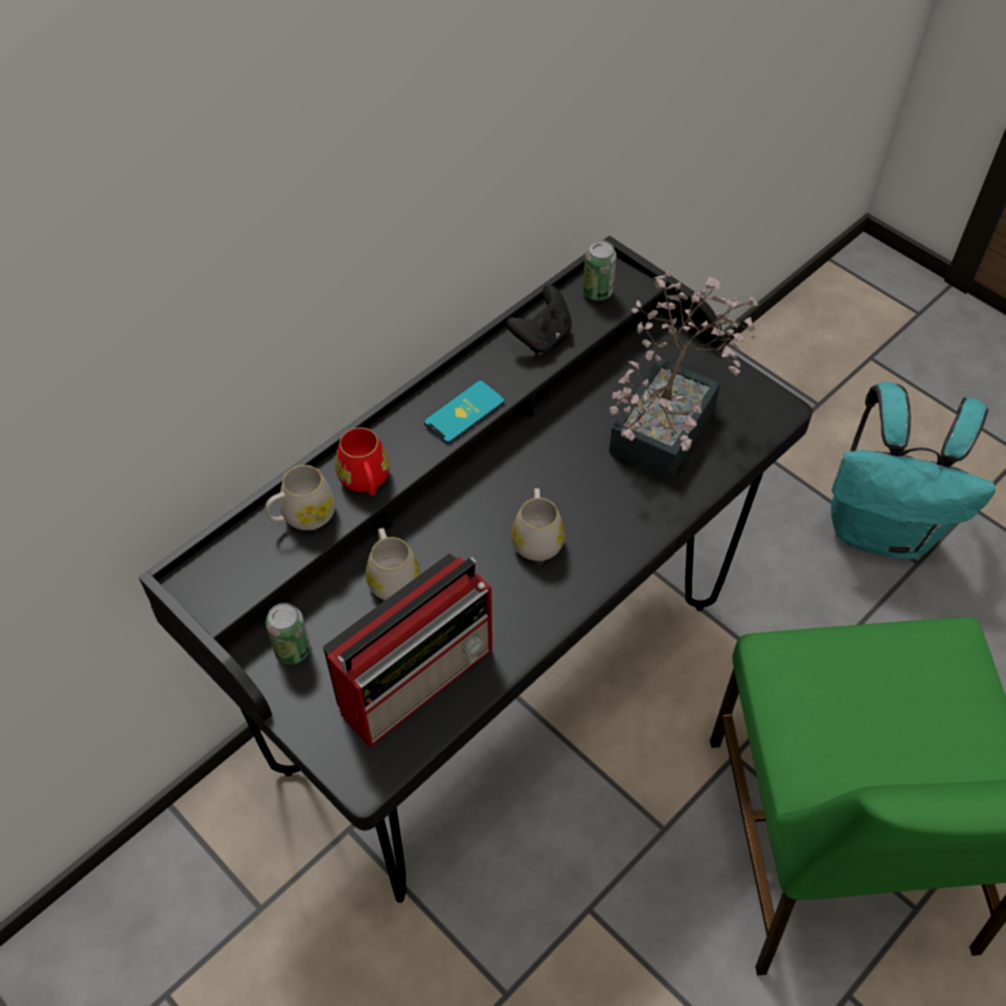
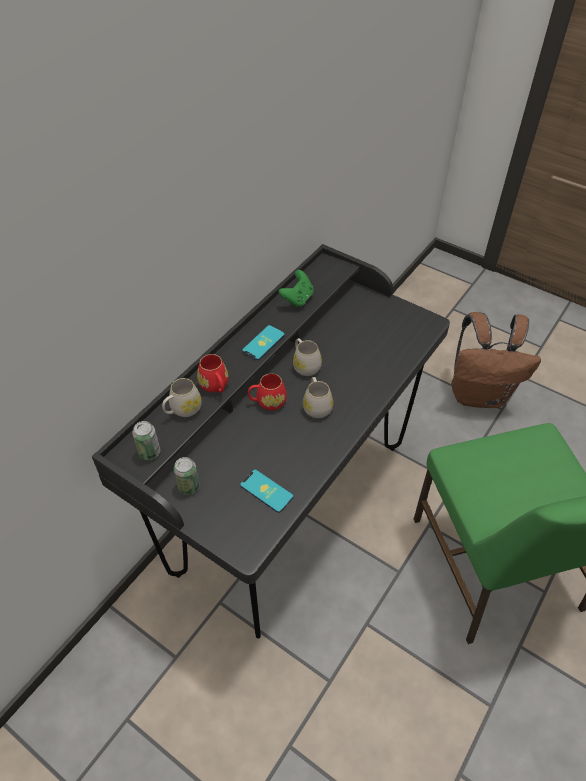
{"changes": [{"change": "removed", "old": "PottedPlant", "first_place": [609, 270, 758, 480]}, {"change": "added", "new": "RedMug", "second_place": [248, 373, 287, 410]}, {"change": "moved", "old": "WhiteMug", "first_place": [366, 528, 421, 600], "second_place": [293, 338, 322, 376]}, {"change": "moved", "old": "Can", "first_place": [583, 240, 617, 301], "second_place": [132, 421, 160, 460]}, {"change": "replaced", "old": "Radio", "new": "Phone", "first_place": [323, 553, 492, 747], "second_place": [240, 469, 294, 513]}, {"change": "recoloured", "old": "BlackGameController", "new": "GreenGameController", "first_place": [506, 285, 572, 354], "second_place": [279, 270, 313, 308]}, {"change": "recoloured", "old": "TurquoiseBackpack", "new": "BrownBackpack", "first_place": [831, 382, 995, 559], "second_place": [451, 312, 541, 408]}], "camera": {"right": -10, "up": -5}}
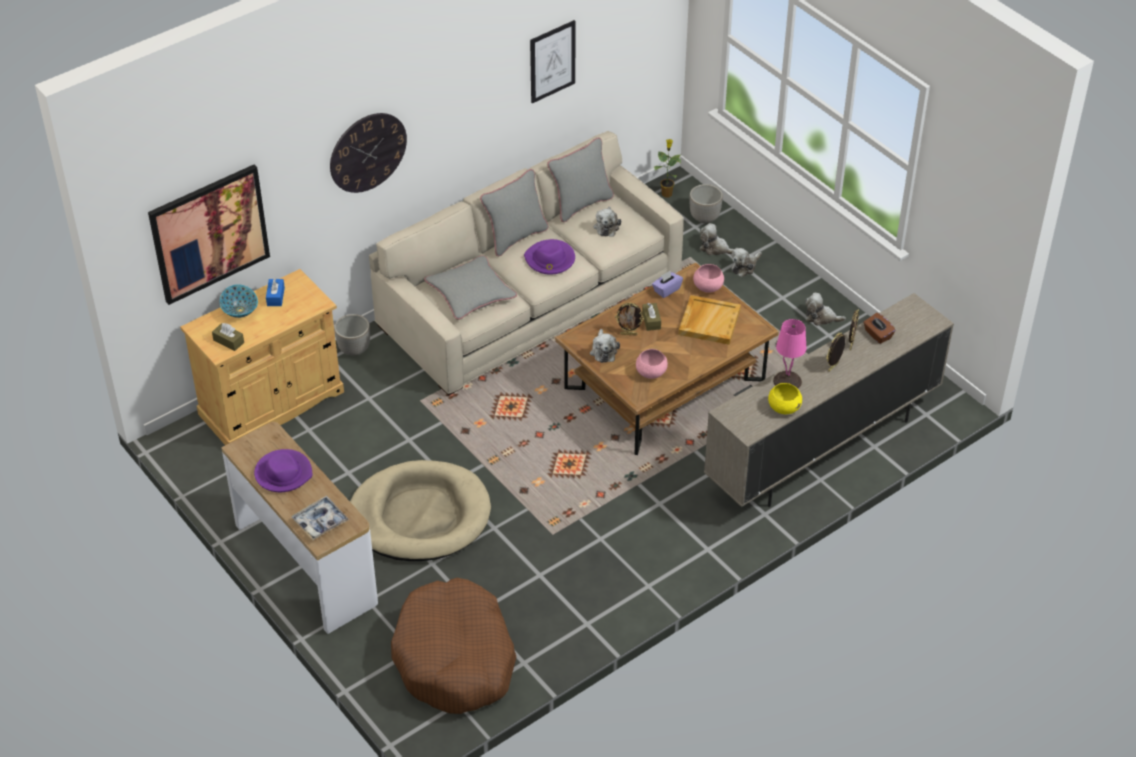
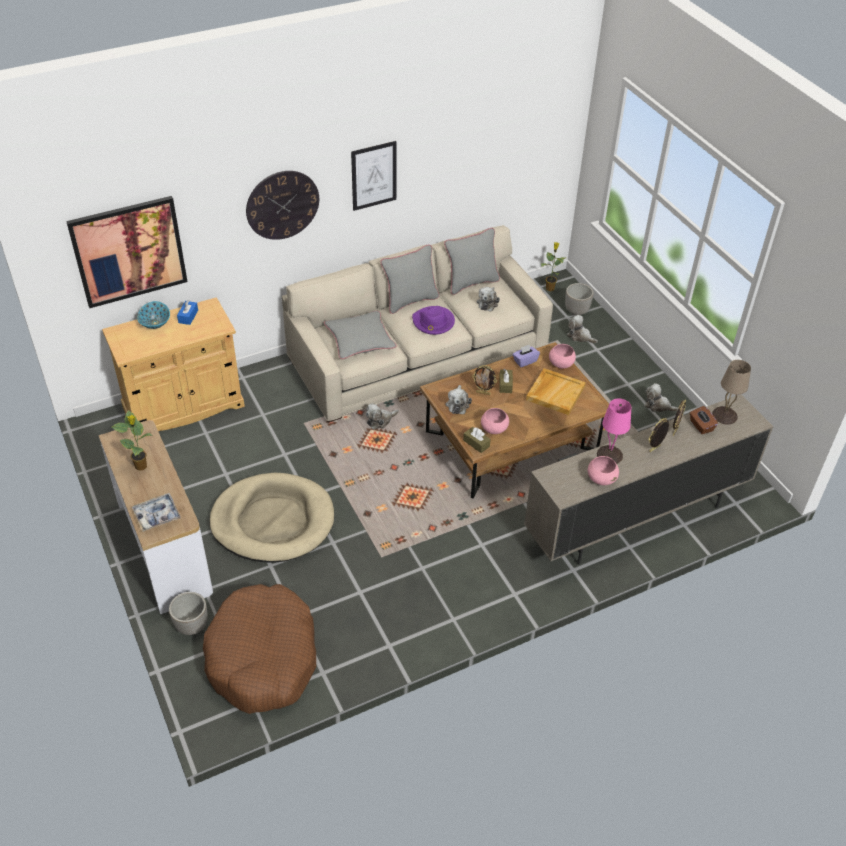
{"changes": [{"change": "added", "new": "BeigeTableLamp", "second_place": [712, 360, 751, 424]}, {"change": "moved", "old": "BrownTissueBox", "first_place": [212, 323, 244, 351], "second_place": [463, 427, 491, 453]}, {"change": "moved", "old": "Planter", "first_place": [334, 314, 370, 356], "second_place": [169, 592, 208, 635]}, {"change": "moved", "old": "Picture", "first_place": [530, 20, 575, 103], "second_place": [351, 141, 397, 211]}, {"change": "moved", "old": "PlushToy", "first_place": [731, 248, 762, 277], "second_place": [366, 403, 399, 430]}, {"change": "replaced", "old": "PurpleHat", "new": "PottedPlant", "first_place": [254, 449, 312, 492], "second_place": [112, 410, 153, 471]}, {"change": "recoloured", "old": "YellowBowl", "new": "PinkBowl", "first_place": [768, 383, 802, 414], "second_place": [588, 456, 619, 485]}], "camera": {"right": 10, "up": 0}}
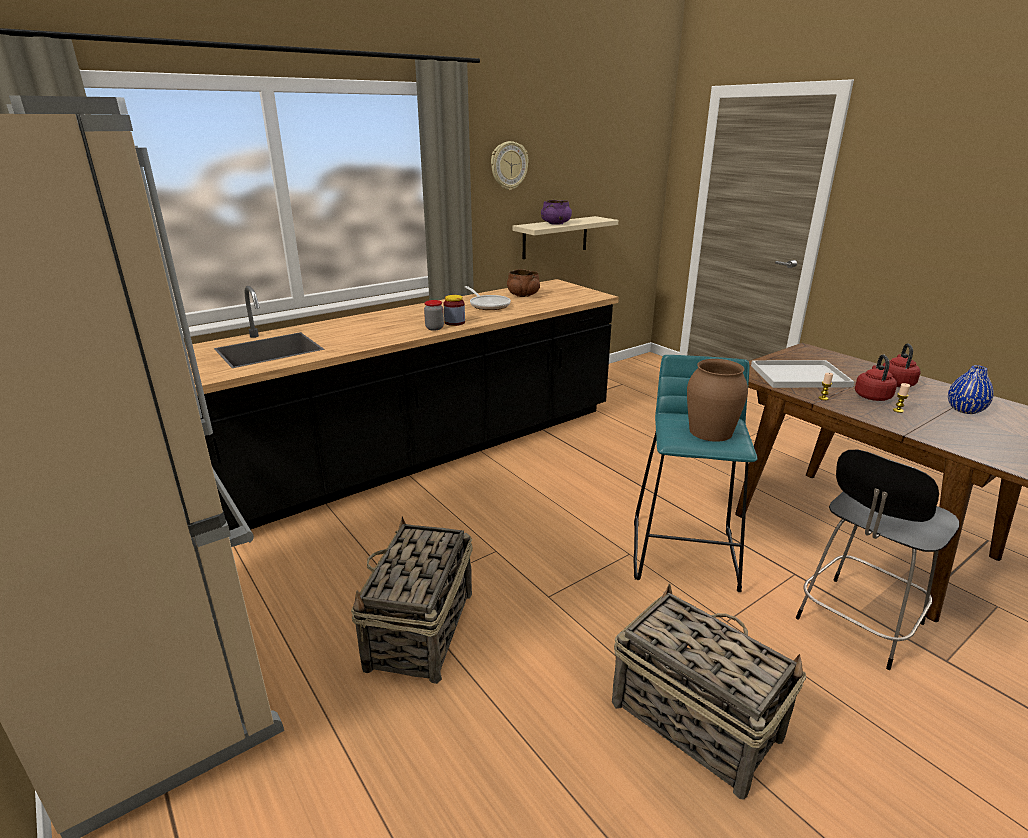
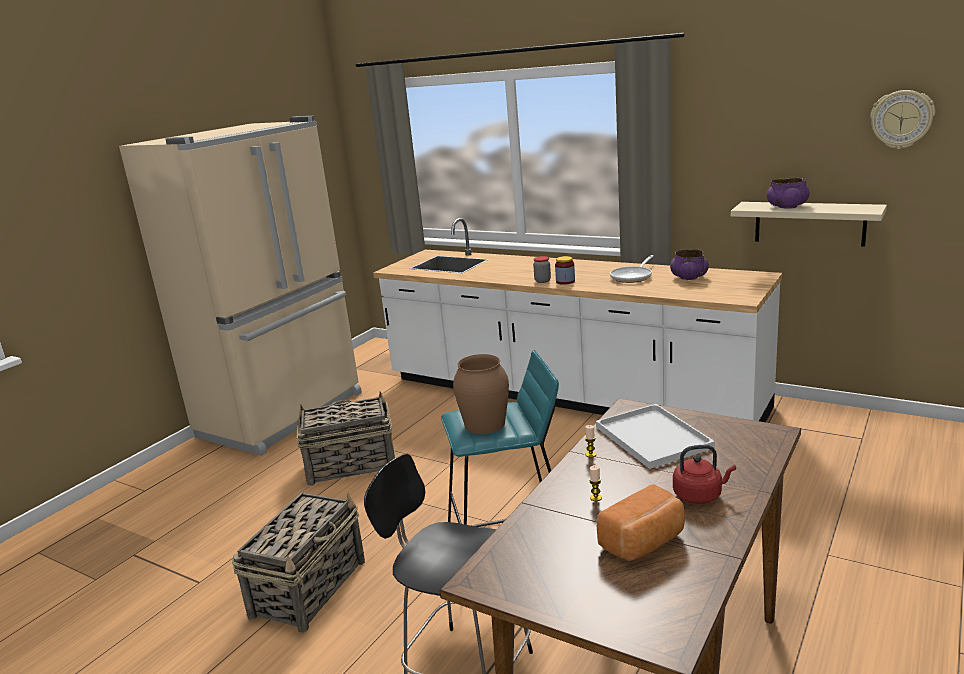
{"changes": [{"change": "removed", "old": "RedKettle", "first_place": [855, 355, 897, 401]}, {"change": "moved", "old": "WallClock", "first_place": [491, 141, 528, 190], "second_place": [870, 90, 935, 149]}, {"change": "replaced", "old": "BlueVase", "new": "Bread", "first_place": [948, 365, 994, 414], "second_place": [597, 484, 685, 561]}, {"change": "recoloured", "old": "BlackCounter", "new": "WhiteCounter", "first_place": [185, 279, 619, 530], "second_place": [373, 218, 782, 422]}, {"change": "recoloured", "old": "BrownBowl", "new": "PurpleBowl", "first_place": [507, 269, 540, 297], "second_place": [670, 249, 709, 280]}], "camera": {"right": 70, "up": -5}}
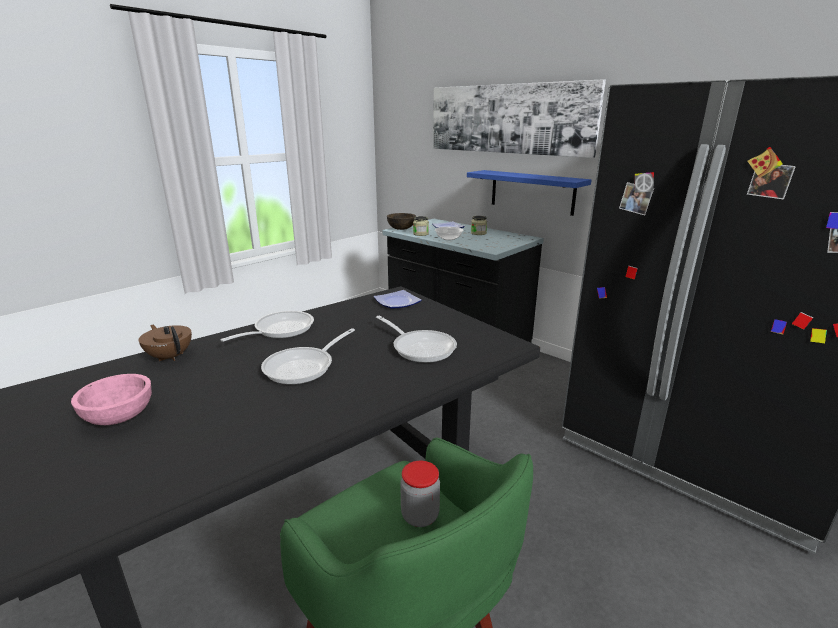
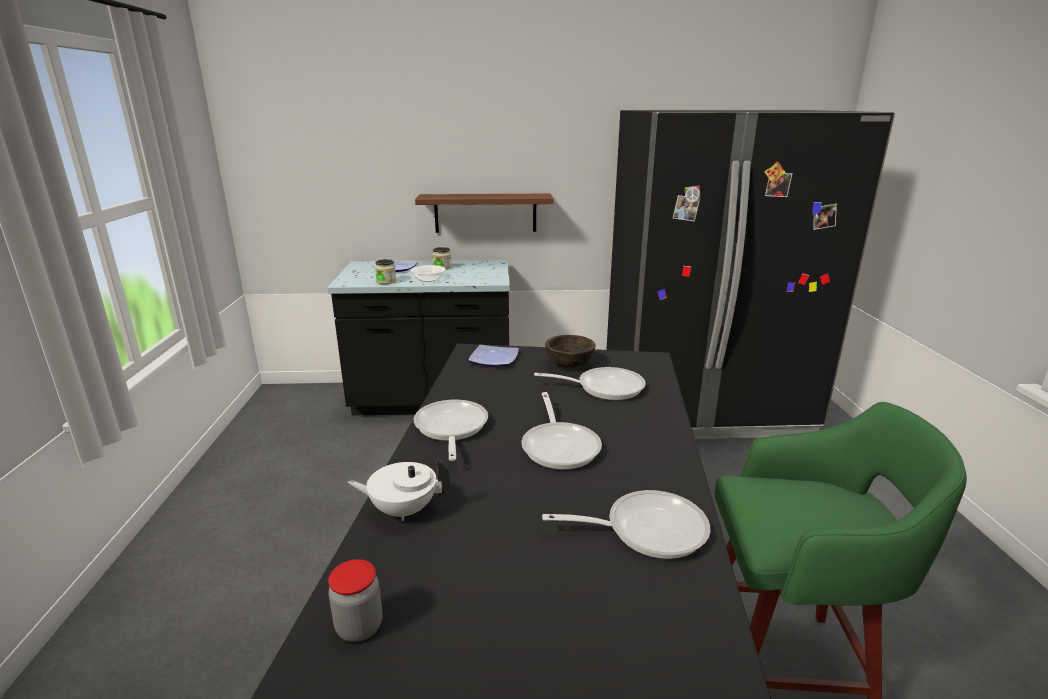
{"changes": [{"change": "removed", "old": "PinkBowl", "first_place": [71, 374, 152, 425]}, {"change": "removed", "old": "Picture", "first_place": [433, 79, 606, 158]}, {"change": "added", "new": "FryingPan", "second_place": [542, 490, 711, 559]}, {"change": "moved", "old": "BrownBowl", "first_place": [387, 213, 416, 230], "second_place": [545, 335, 596, 368]}, {"change": "moved", "old": "Jar", "first_place": [400, 461, 440, 527], "second_place": [328, 559, 382, 642]}, {"change": "recoloured", "old": "BrownTeapot", "new": "WhiteTeapot", "first_place": [139, 325, 192, 361], "second_place": [347, 459, 450, 521]}, {"change": "recoloured", "old": "BlueShelf", "new": "BrownShelf", "first_place": [467, 170, 592, 216], "second_place": [415, 194, 554, 233]}], "camera": {"right": -45, "up": 0}}
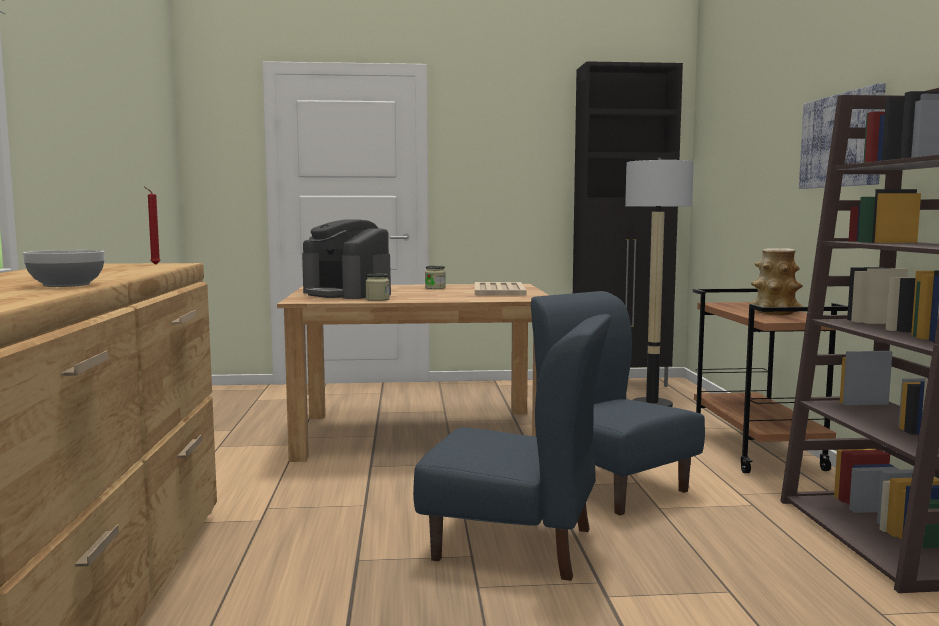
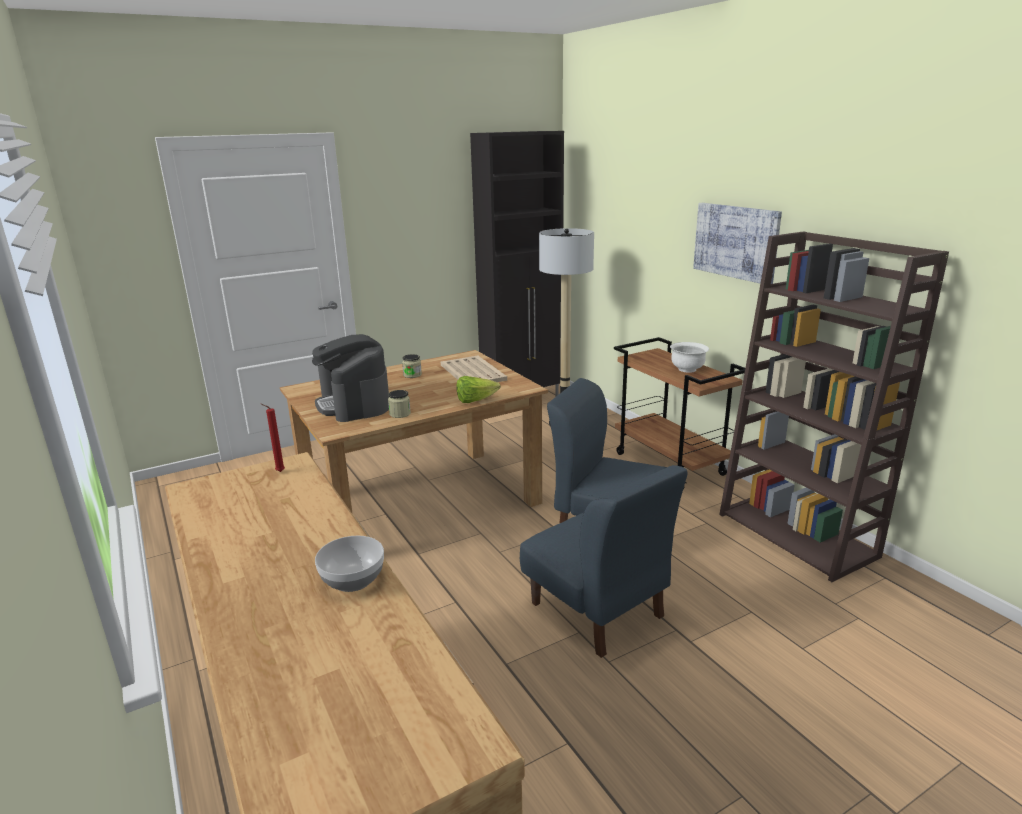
{"changes": [{"change": "added", "new": "Lettuce", "second_place": [456, 376, 501, 403]}, {"change": "replaced", "old": "Vase", "new": "WhiteBowl", "first_place": [750, 248, 803, 315], "second_place": [670, 342, 709, 373]}, {"change": "turned", "old": "CoffeeMachine", "first_place": [302, 219, 391, 299], "second_place": [312, 334, 389, 422], "degrees": 45}, {"change": "turned", "old": "BlueChair", "first_place": [413, 314, 611, 581], "second_place": [520, 465, 688, 658], "degrees": 60}], "camera": {"right": -25, "up": 15}}
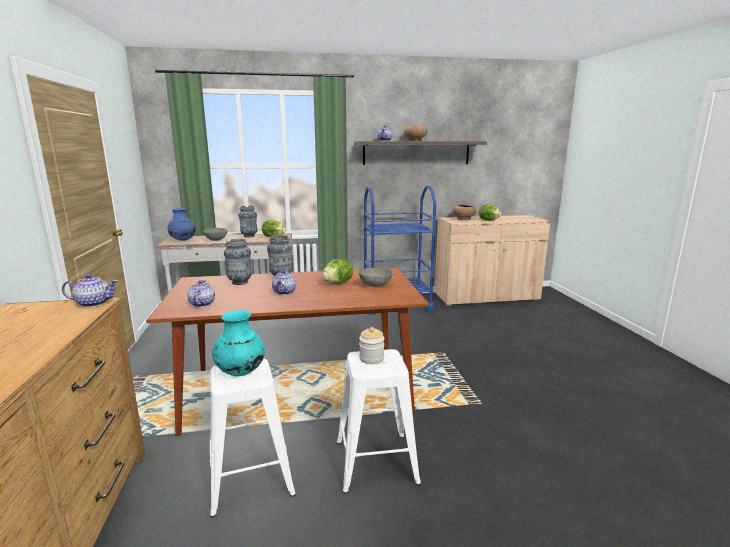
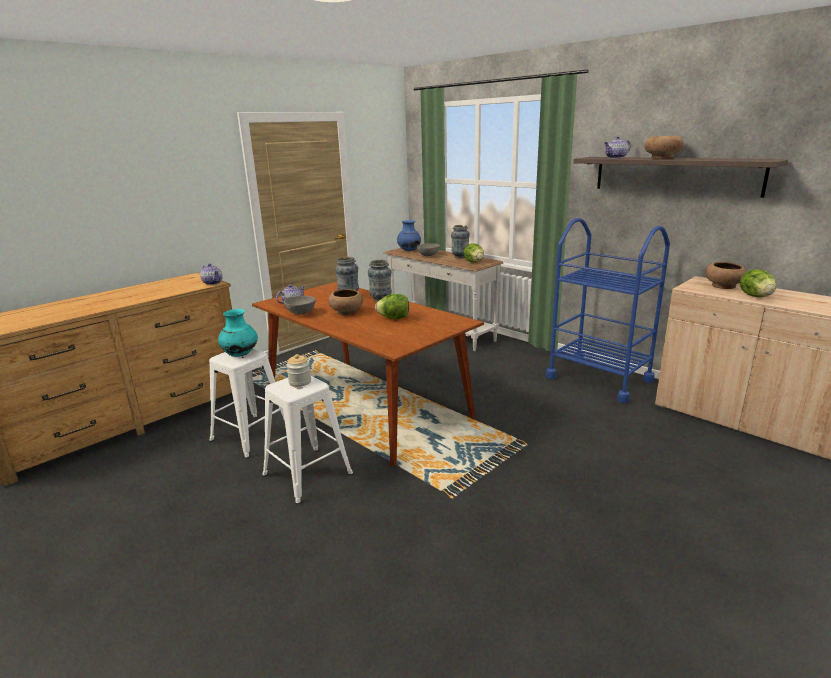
{"changes": [{"change": "moved", "old": "GreyBowl", "first_place": [359, 268, 393, 287], "second_place": [284, 296, 316, 314]}, {"change": "replaced", "old": "Teapot", "new": "BrownBowl", "first_place": [272, 270, 296, 295], "second_place": [328, 289, 363, 315]}], "camera": {"right": 55, "up": 5}}
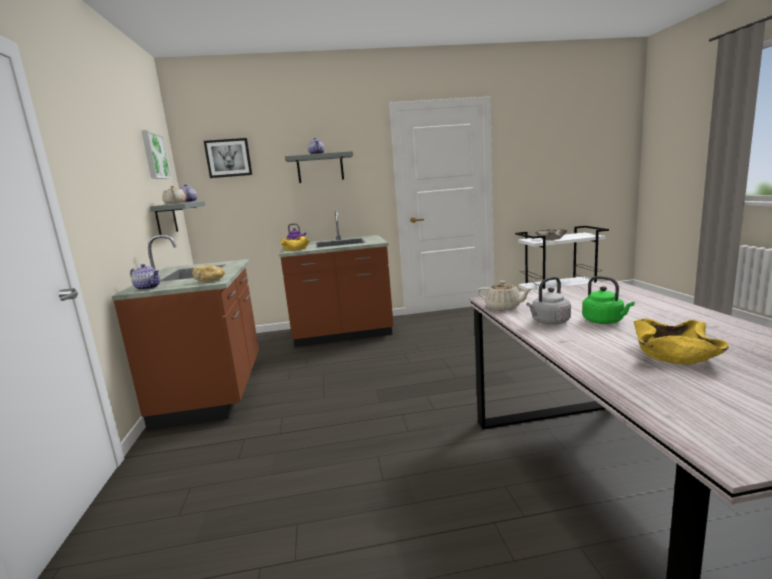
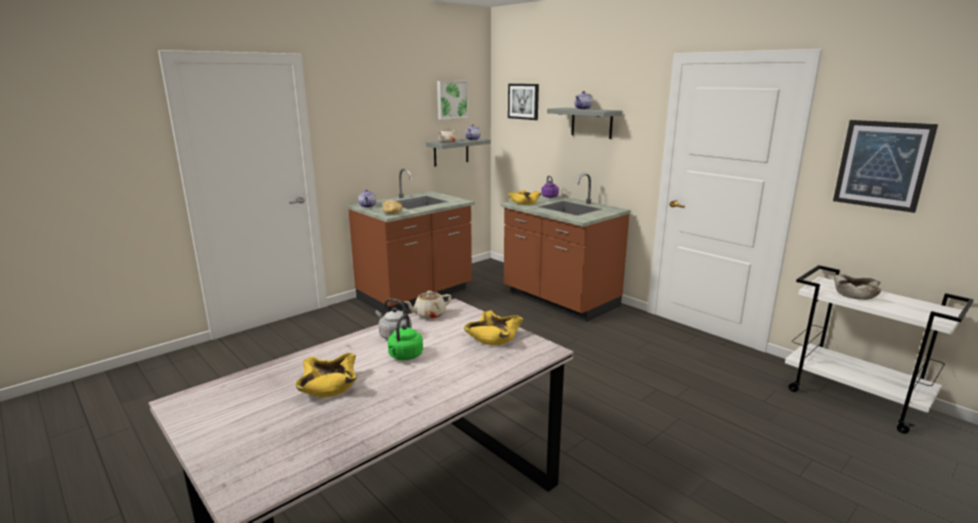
{"changes": [{"change": "added", "new": "YellowBowl", "second_place": [464, 310, 523, 345]}, {"change": "added", "new": "Picture", "second_place": [833, 120, 938, 213]}, {"change": "turned", "old": "BeigeTeapot", "first_place": [478, 281, 533, 311], "second_place": [404, 291, 452, 319], "degrees": 60}], "camera": {"right": 55, "up": 5}}
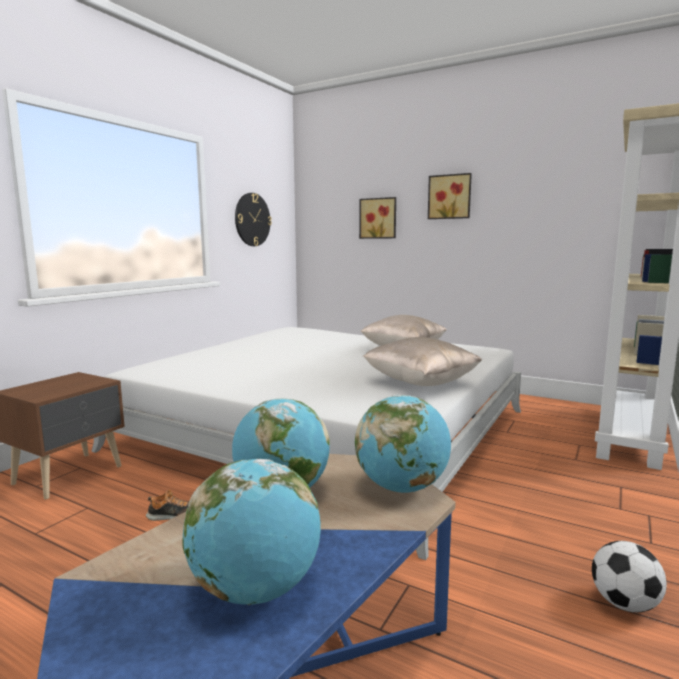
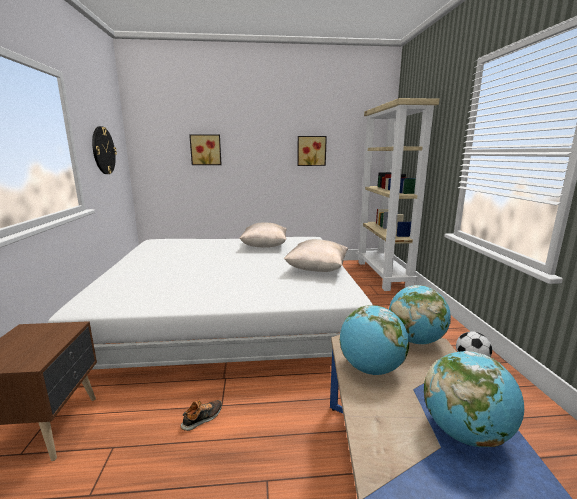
{"changes": [{"change": "moved", "old": "Picture", "first_place": [428, 173, 472, 219], "second_place": [297, 136, 327, 166]}], "camera": {"right": -35, "up": 5}}
